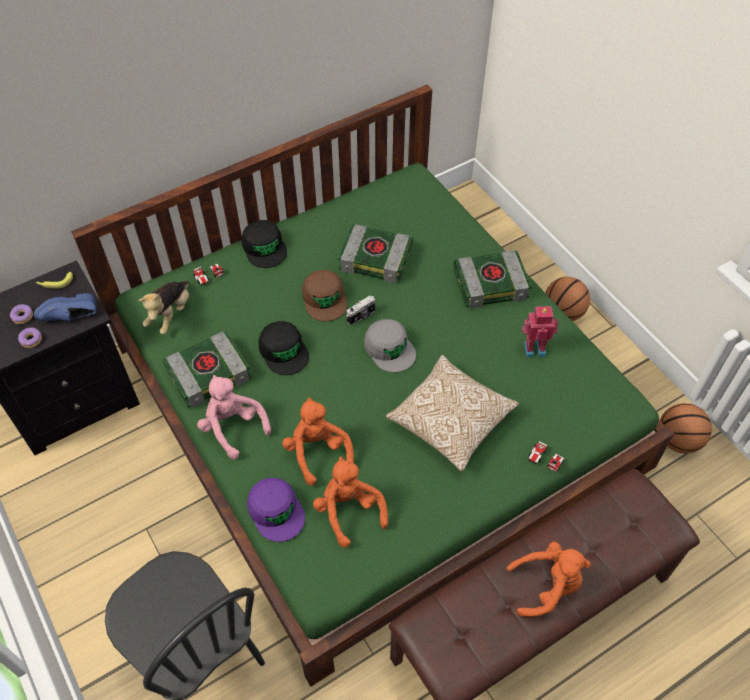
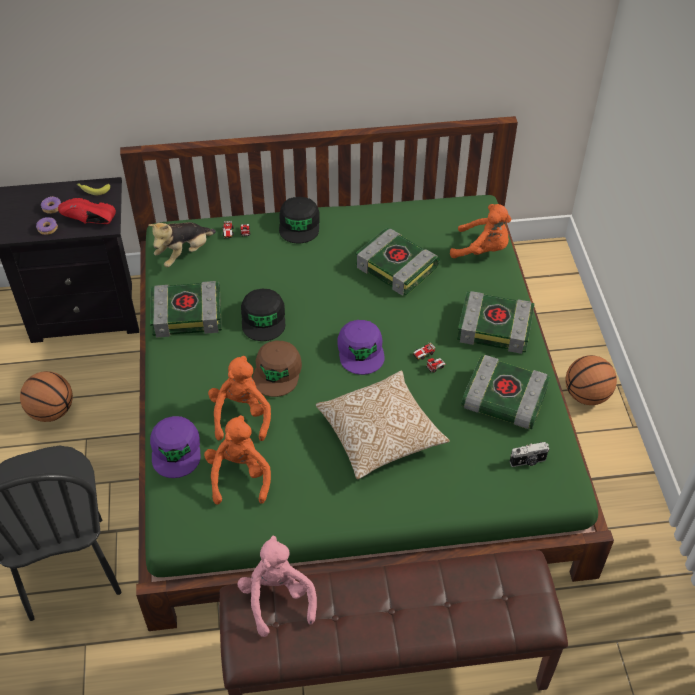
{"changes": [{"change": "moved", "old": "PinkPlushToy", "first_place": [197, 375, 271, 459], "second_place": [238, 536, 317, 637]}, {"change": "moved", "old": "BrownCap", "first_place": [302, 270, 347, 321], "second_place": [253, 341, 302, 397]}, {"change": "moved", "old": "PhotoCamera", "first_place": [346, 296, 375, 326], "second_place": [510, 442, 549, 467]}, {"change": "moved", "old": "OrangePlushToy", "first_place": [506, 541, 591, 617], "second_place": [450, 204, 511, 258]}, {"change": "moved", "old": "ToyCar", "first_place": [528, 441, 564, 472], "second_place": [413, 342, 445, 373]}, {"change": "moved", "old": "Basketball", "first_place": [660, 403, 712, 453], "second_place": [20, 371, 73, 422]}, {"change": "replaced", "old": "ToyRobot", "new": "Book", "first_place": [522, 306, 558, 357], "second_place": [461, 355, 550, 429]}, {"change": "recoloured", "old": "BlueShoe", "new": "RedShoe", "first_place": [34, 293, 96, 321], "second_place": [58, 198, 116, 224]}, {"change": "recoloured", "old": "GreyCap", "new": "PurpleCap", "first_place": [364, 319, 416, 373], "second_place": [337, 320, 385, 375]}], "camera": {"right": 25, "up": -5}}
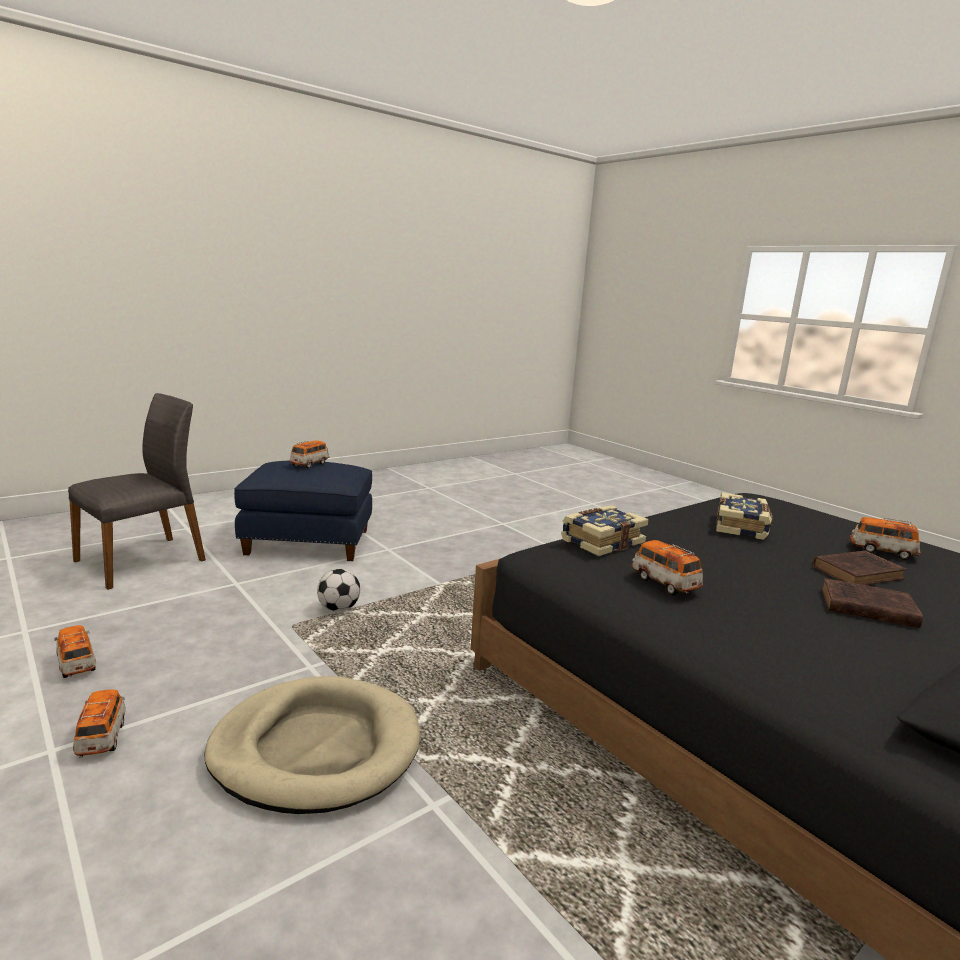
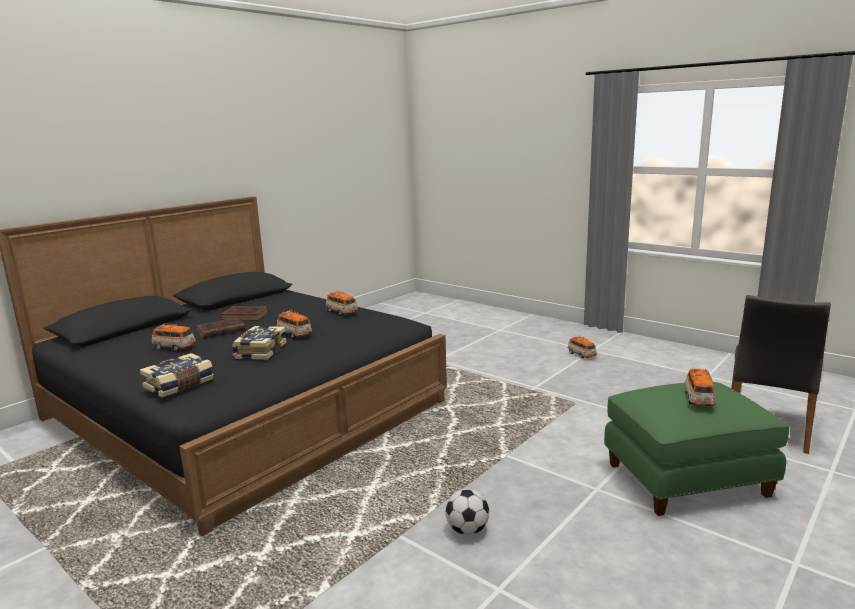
{"changes": [{"change": "removed", "old": "BeigeDogBed", "first_place": [204, 676, 420, 814]}, {"change": "moved", "old": "ToyCar", "first_place": [54, 625, 96, 678], "second_place": [277, 310, 313, 339]}, {"change": "moved", "old": "Football", "first_place": [317, 569, 360, 612], "second_place": [445, 489, 489, 535]}, {"change": "moved", "old": "Book", "first_place": [561, 505, 648, 556], "second_place": [140, 353, 214, 397]}, {"change": "recoloured", "old": "BlueOttoman", "new": "GreenOttoman", "first_place": [234, 461, 372, 561], "second_place": [604, 382, 790, 516]}], "camera": {"right": 170, "up": 0}}
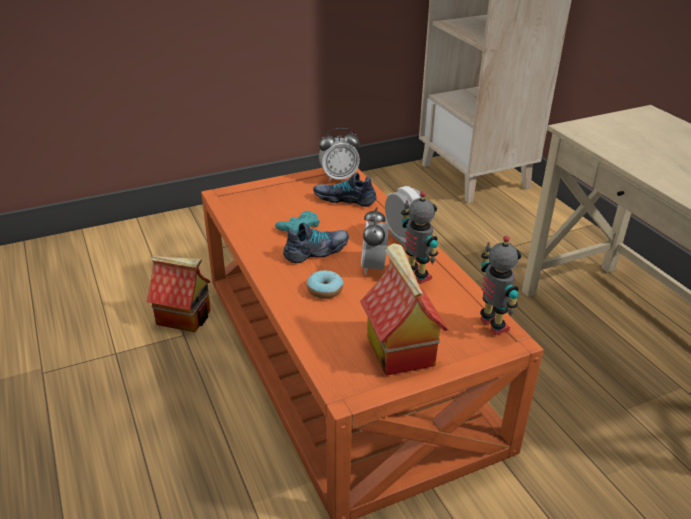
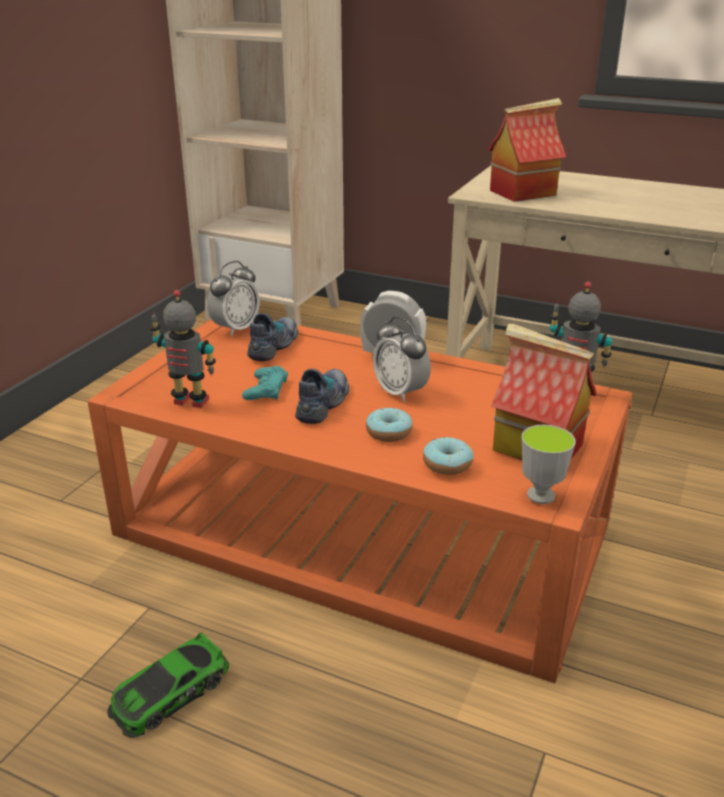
{"changes": [{"change": "added", "new": "ToyCar", "second_place": [107, 632, 229, 737]}, {"change": "added", "new": "Donut", "second_place": [423, 437, 473, 475]}, {"change": "added", "new": "Cup", "second_place": [521, 425, 576, 504]}, {"change": "moved", "old": "ToyHouse", "first_place": [147, 256, 211, 332], "second_place": [487, 98, 566, 202]}, {"change": "moved", "old": "ToyRobot", "first_place": [401, 191, 438, 284], "second_place": [150, 290, 216, 408]}, {"change": "turned", "old": "Shoe", "first_place": [313, 172, 376, 207], "second_place": [247, 313, 298, 361], "degrees": 135}], "camera": {"right": -40, "up": -5}}
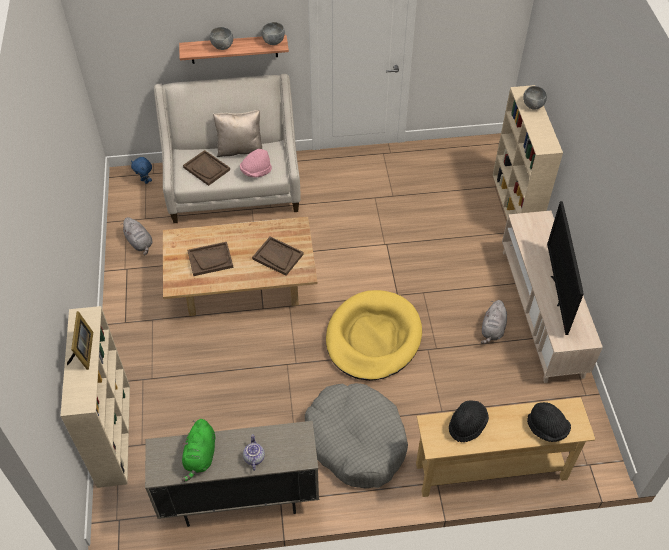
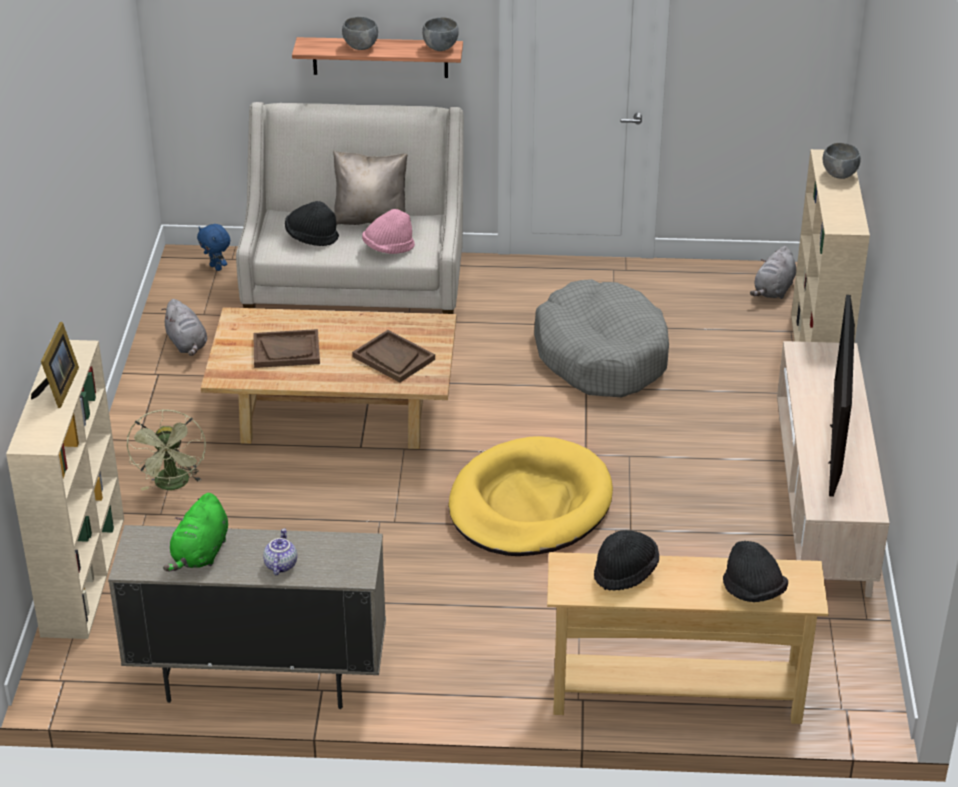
{"changes": [{"change": "added", "new": "GreenFan", "second_place": [127, 410, 206, 491]}, {"change": "moved", "old": "GreyDogBed", "first_place": [305, 383, 408, 488], "second_place": [534, 279, 669, 397]}, {"change": "moved", "old": "GreyPlushToy", "first_place": [481, 300, 507, 344], "second_place": [750, 246, 796, 299]}, {"change": "replaced", "old": "BrownTray", "new": "BlackHat", "first_place": [183, 150, 230, 186], "second_place": [285, 201, 339, 246]}], "camera": {"right": 10, "up": -15}}
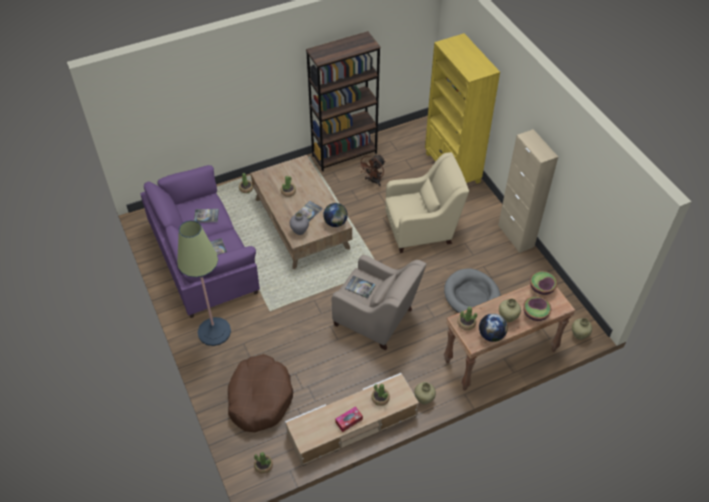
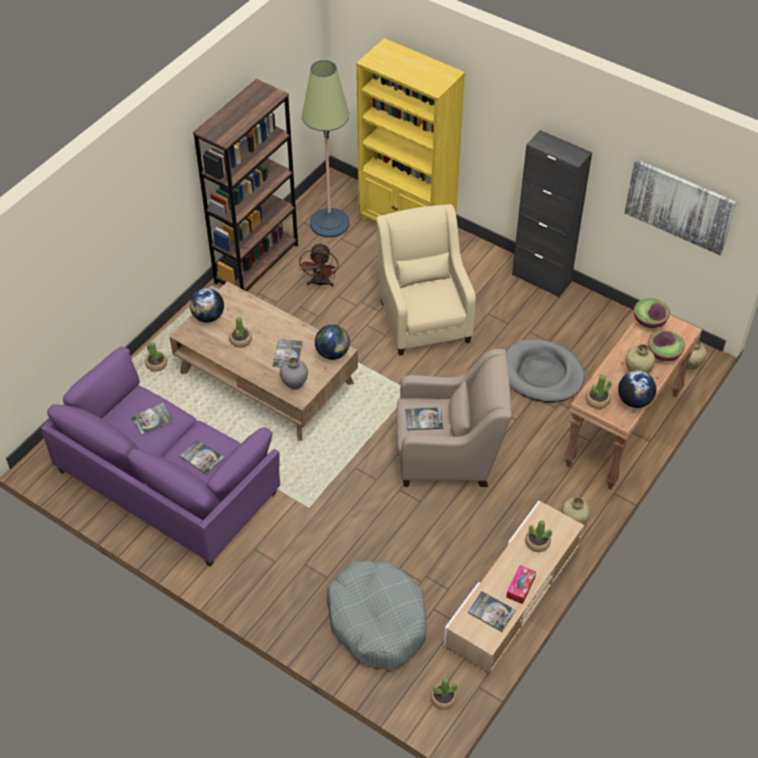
{"changes": [{"change": "added", "new": "Globe", "second_place": [190, 288, 224, 323]}, {"change": "added", "new": "Book", "second_place": [468, 591, 516, 632]}, {"change": "added", "new": "Picture", "second_place": [624, 159, 736, 255]}, {"change": "moved", "old": "FloorLamp", "first_place": [177, 220, 231, 346], "second_place": [302, 60, 350, 238]}, {"change": "recoloured", "old": "BrownDogBed", "new": "GreyDogBed", "first_place": [228, 354, 293, 432], "second_place": [327, 560, 427, 670]}, {"change": "recoloured", "old": "BeigeCabinet", "new": "BlackCabinet", "first_place": [498, 129, 558, 253], "second_place": [512, 130, 592, 297]}, {"change": "turned", "old": "BeigeArmchair", "first_place": [385, 152, 469, 253], "second_place": [376, 204, 476, 356], "degrees": -60}], "camera": {"right": -30, "up": 0}}
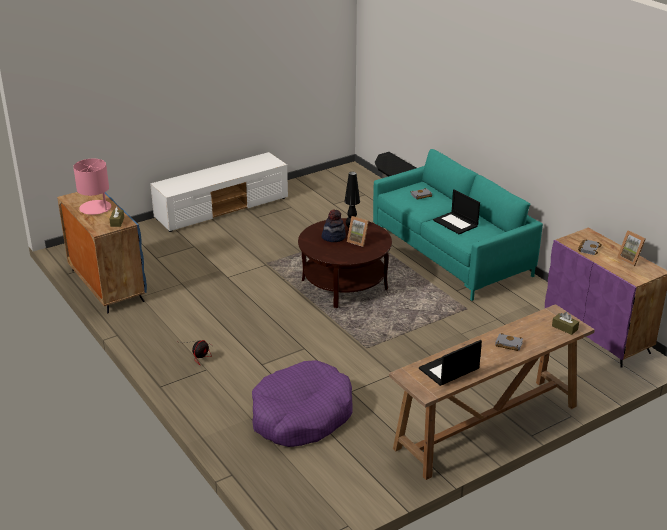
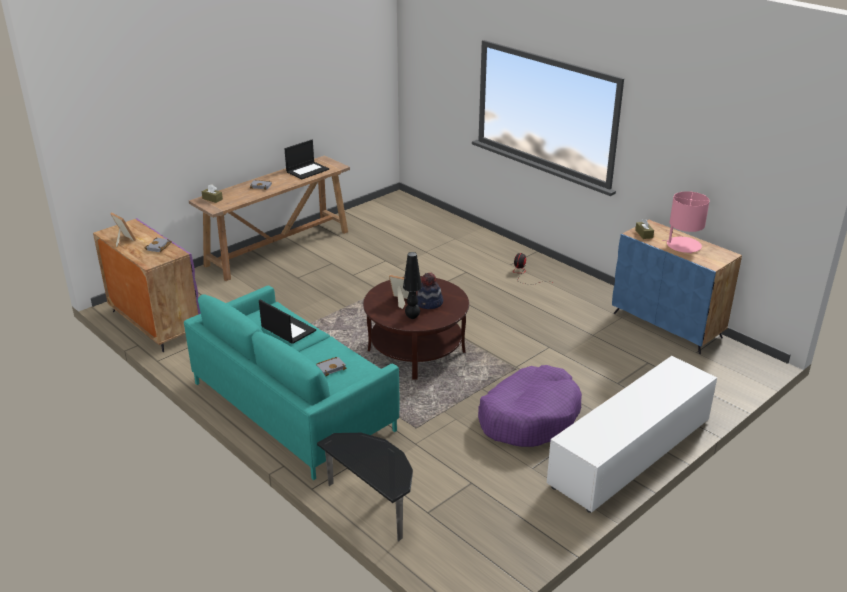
{"changes": [{"change": "moved", "old": "PurpleDogBed", "first_place": [252, 360, 353, 447], "second_place": [478, 365, 582, 447]}], "camera": {"right": 170, "up": 0}}
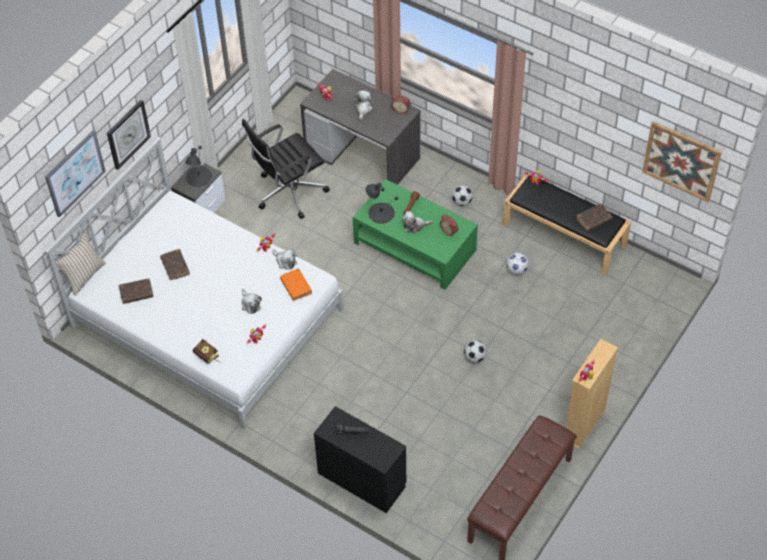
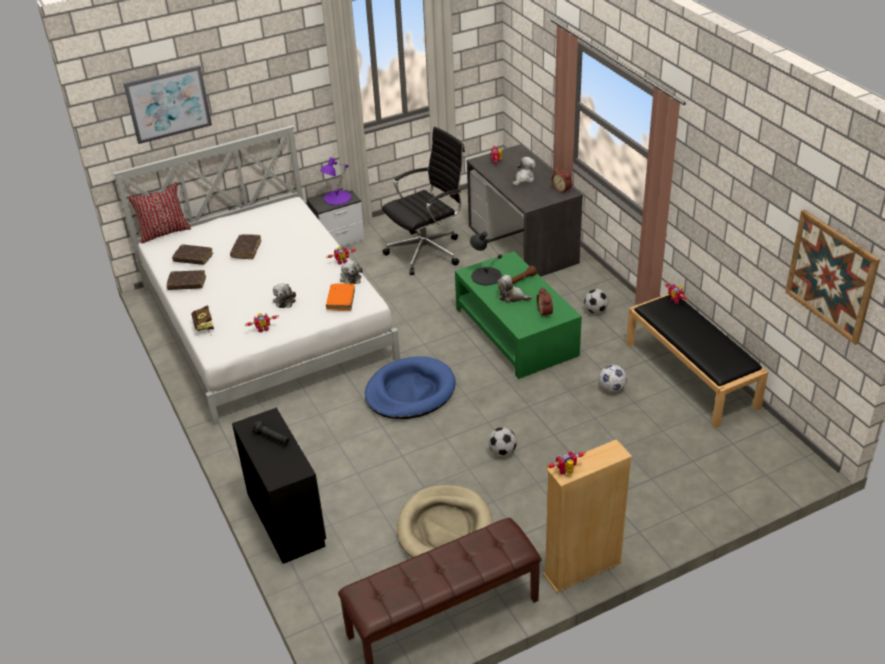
{"changes": [{"change": "removed", "old": "WallClock", "first_place": [107, 100, 151, 170]}, {"change": "added", "new": "BlueDogBed", "second_place": [365, 356, 456, 419]}, {"change": "added", "new": "BeigeDogBed", "second_place": [397, 485, 493, 558]}, {"change": "moved", "old": "BrownBook", "first_place": [576, 204, 612, 231], "second_place": [166, 270, 206, 290]}, {"change": "recoloured", "old": "BeigePillow", "new": "RedPillow", "first_place": [55, 230, 106, 296], "second_place": [127, 182, 191, 243]}, {"change": "recoloured", "old": "BlackTableLamp", "new": "PurpleTableLamp", "first_place": [185, 146, 212, 187], "second_place": [320, 157, 351, 205]}, {"change": "turned", "old": "BlackOfficeChair", "first_place": [242, 119, 330, 219], "second_place": [382, 127, 465, 275], "degrees": 150}], "camera": {"right": 30, "up": -15}}
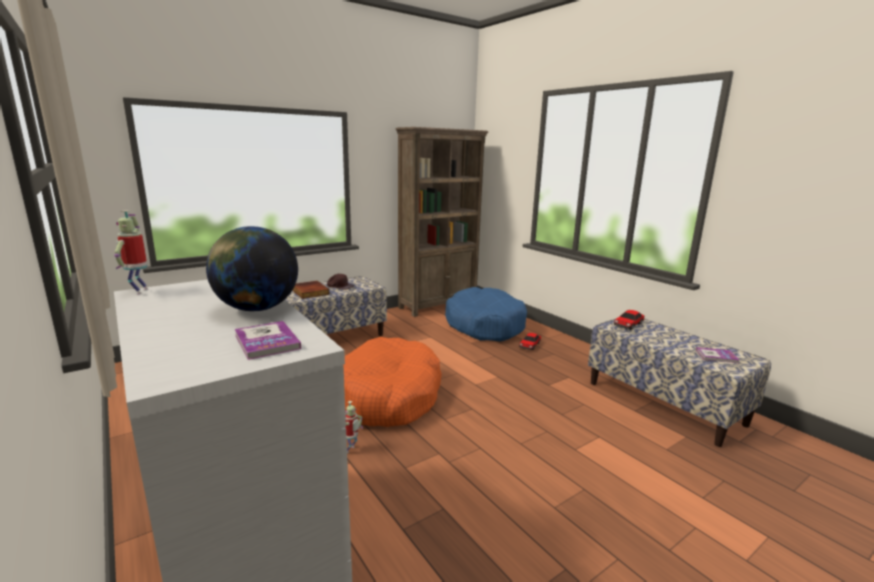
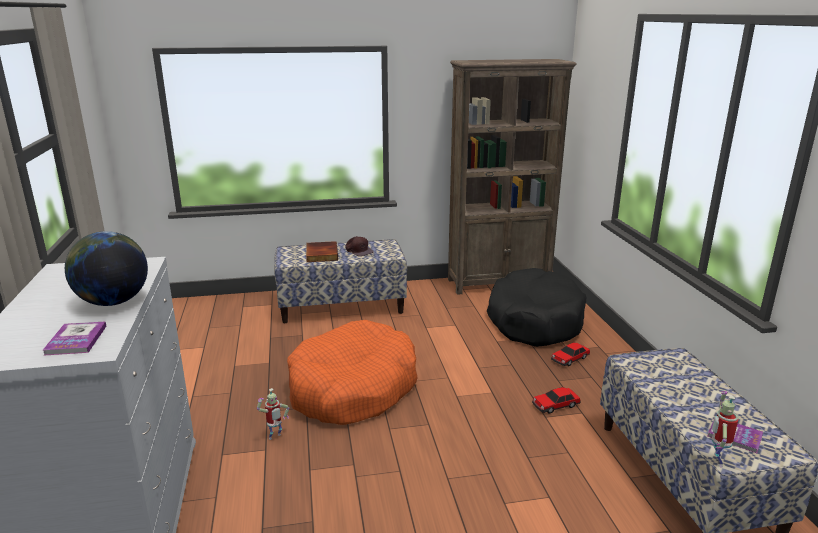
{"changes": [{"change": "moved", "old": "ToyRobot", "first_place": [115, 211, 148, 295], "second_place": [711, 391, 738, 467]}, {"change": "moved", "old": "ToyCar", "first_place": [614, 310, 644, 330], "second_place": [532, 387, 581, 414]}, {"change": "recoloured", "old": "BlueDogBed", "new": "BlackDogBed", "first_place": [445, 287, 527, 342], "second_place": [487, 268, 586, 347]}], "camera": {"right": 25, "up": 5}}
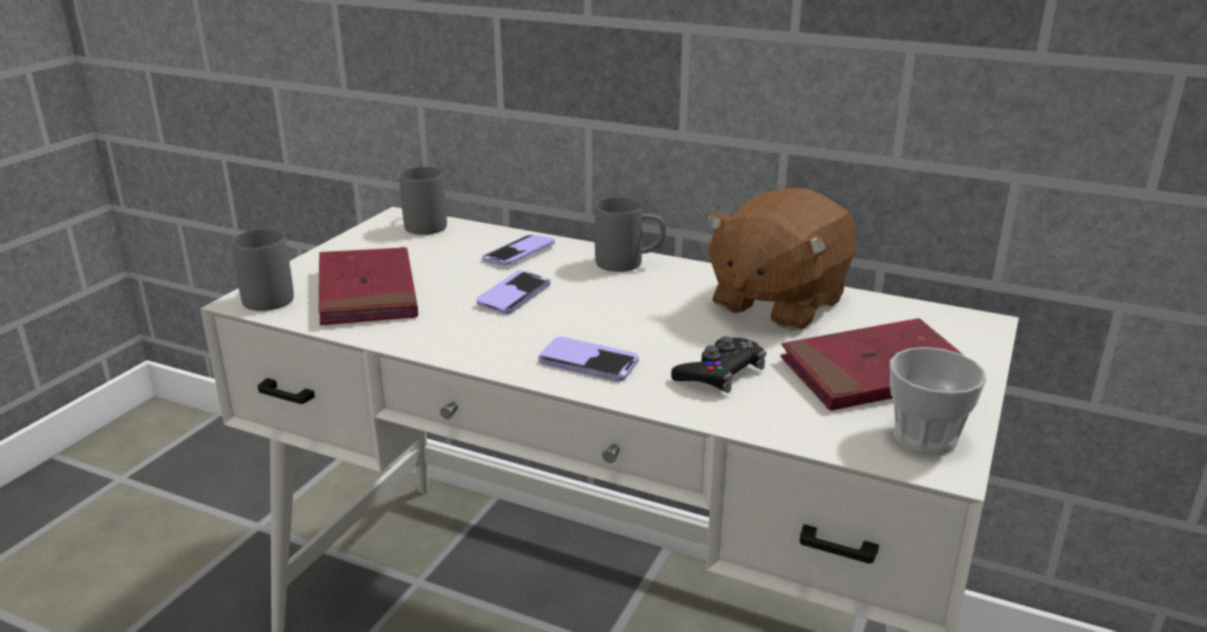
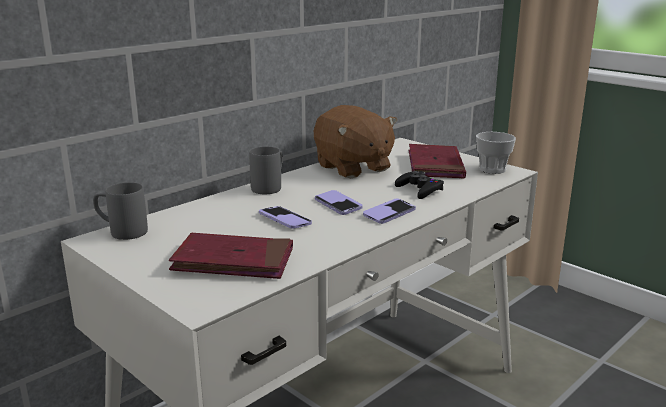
{"changes": [{"change": "removed", "old": "GreyMug", "first_place": [231, 229, 294, 311]}, {"change": "moved", "old": "Phone", "first_place": [482, 235, 555, 266], "second_place": [315, 190, 363, 215]}], "camera": {"right": -70, "up": -5}}
